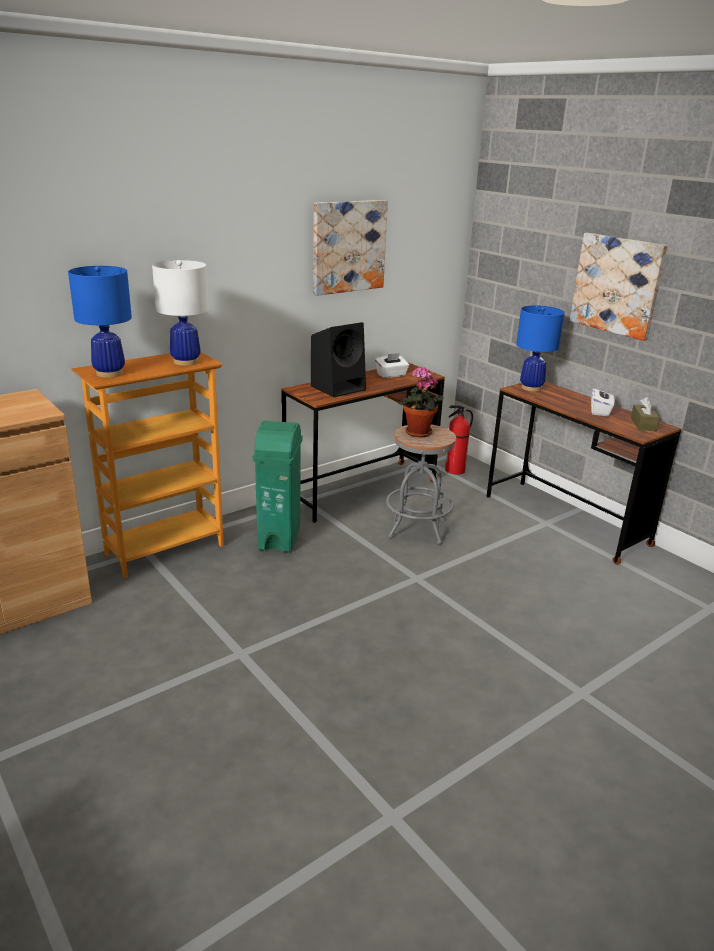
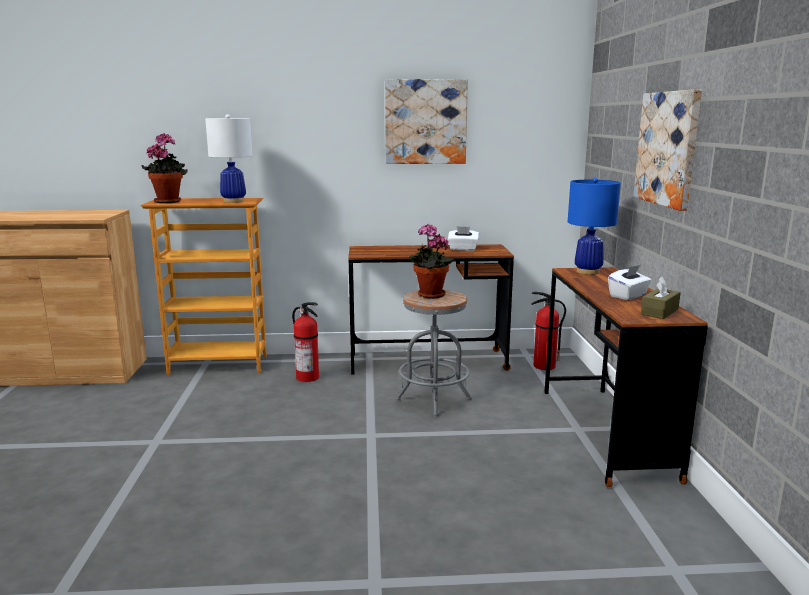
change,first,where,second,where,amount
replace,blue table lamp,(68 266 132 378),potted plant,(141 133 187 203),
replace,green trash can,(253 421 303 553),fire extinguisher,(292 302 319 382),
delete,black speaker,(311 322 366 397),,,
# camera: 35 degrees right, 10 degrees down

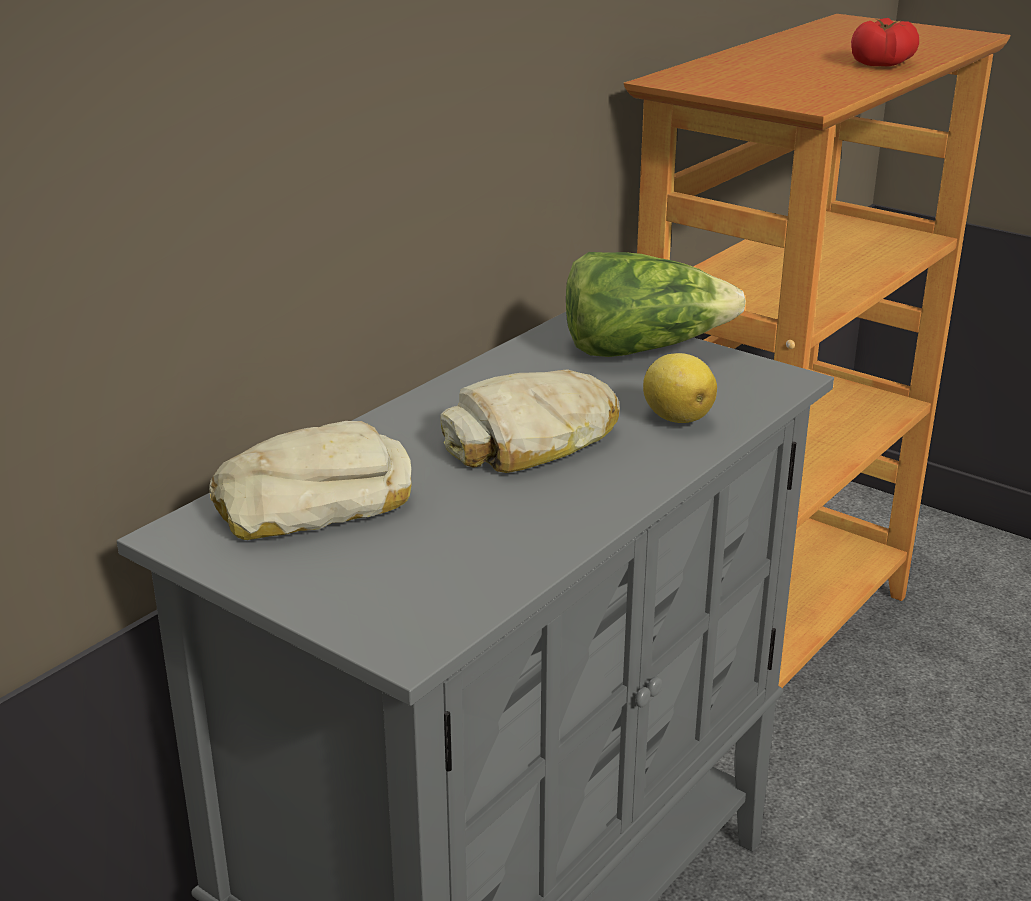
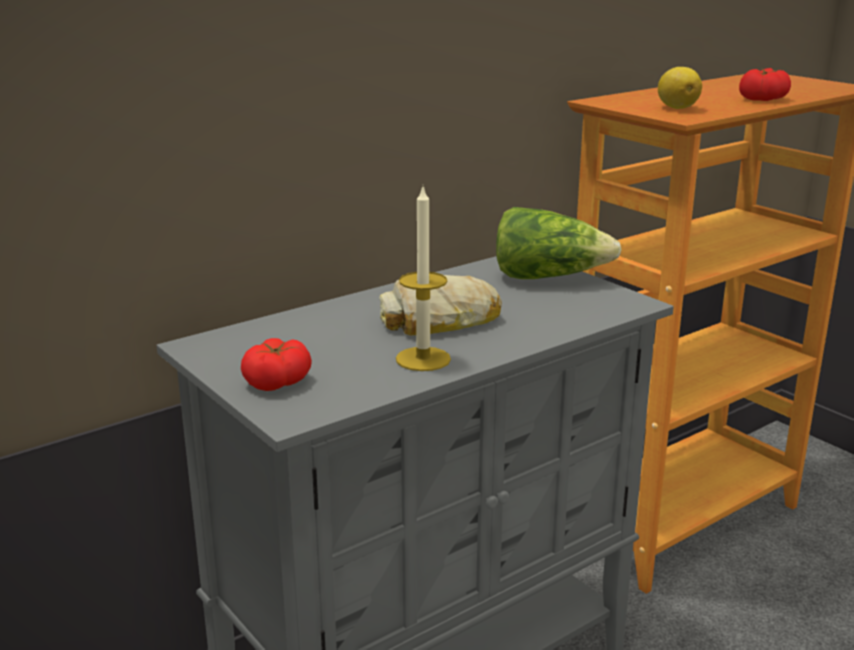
change,first,where,second,where,amount
delete,bread,(209 421 412 540),,,
move,lemon,(643 353 717 423),,(658 67 702 109),
insert,,,tomato,(241 338 312 391),
insert,,,candle,(396 187 451 371),
# camera: 15 degrees right, 5 degrees down

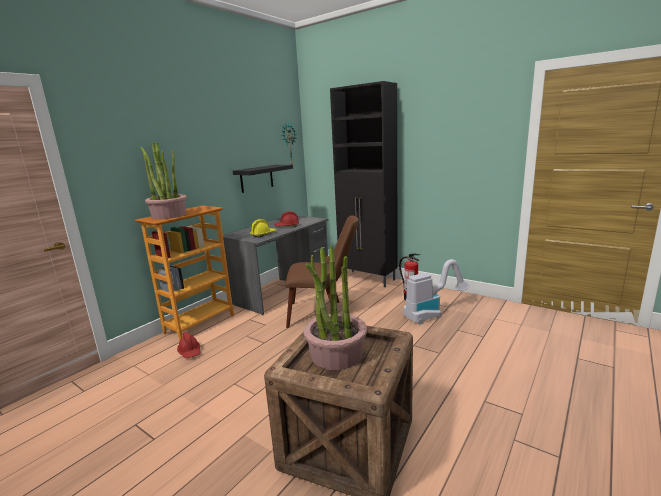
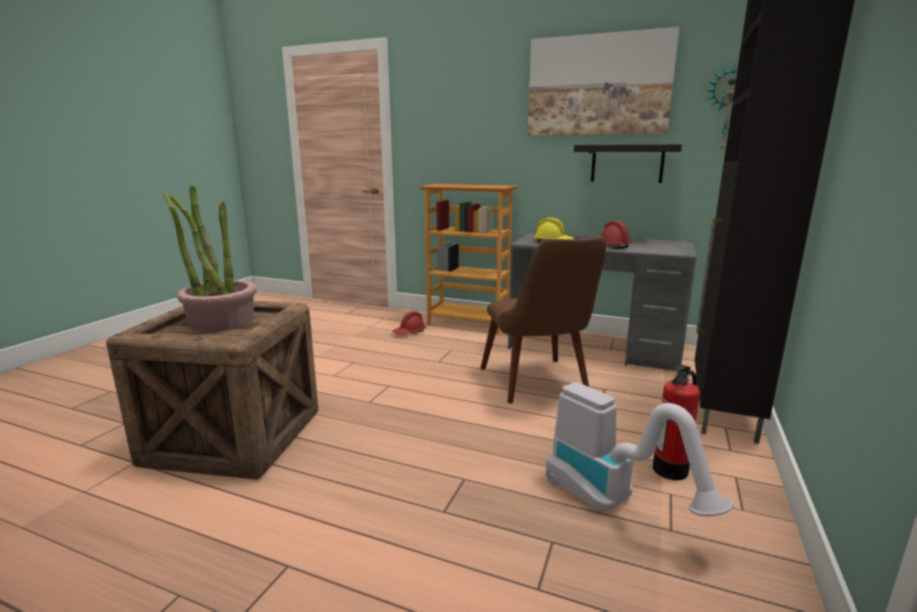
change,first,where,second,where,amount
delete,potted plant,(141 142 187 219),,,
insert,,,picture,(528 27 680 136),
# camera: 75 degrees right, 0 degrees up

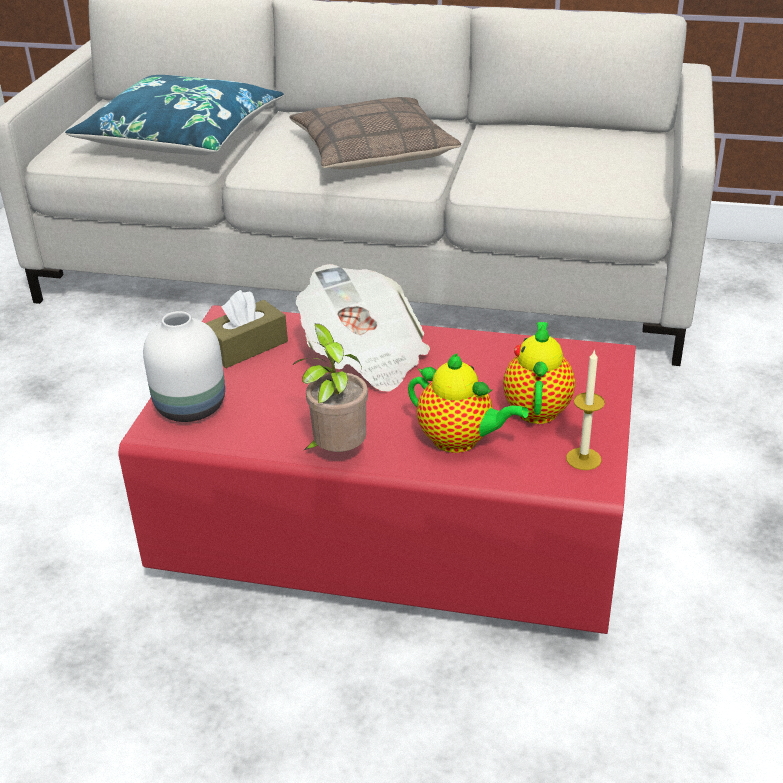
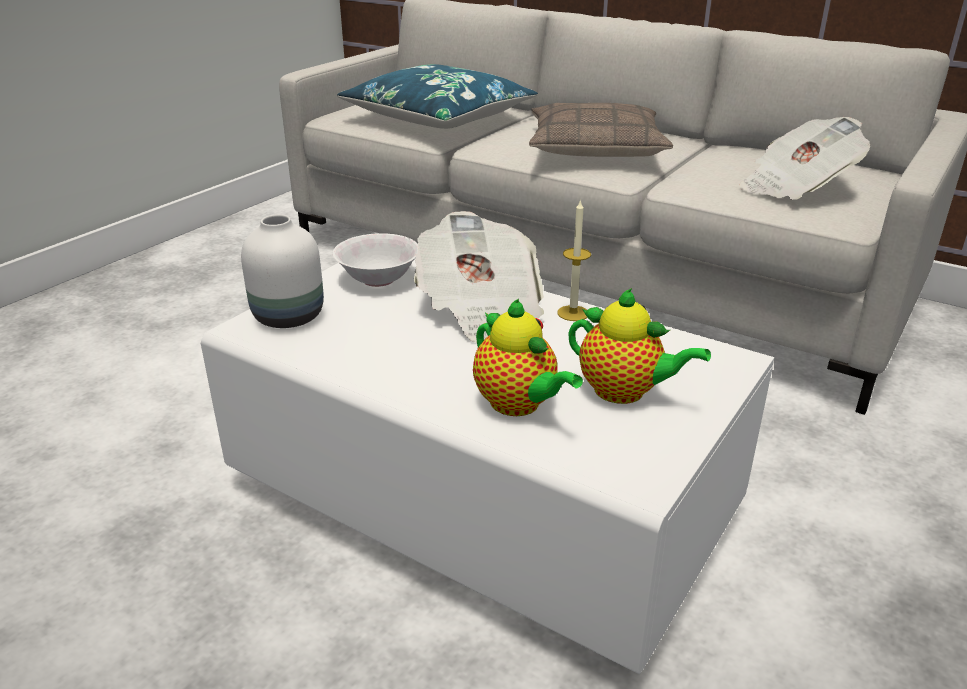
change,first,where,second,where,amount
recolor,red coffee table,(118 305 636 634),white coffee table,(201 258 774 674),
replace,brown tissue box,(205 290 288 368),white bowl,(332 233 419 287),
delete,potted plant,(293 323 368 452),,,
rotate,teapot,(503 322 575 424),,(568 288 711 404),90 degrees clockwise
move,candle,(566 349 605 470),,(557 199 591 321),
insert,,,newspaper,(740 117 870 200),
# camera: 20 degrees right, 5 degrees down

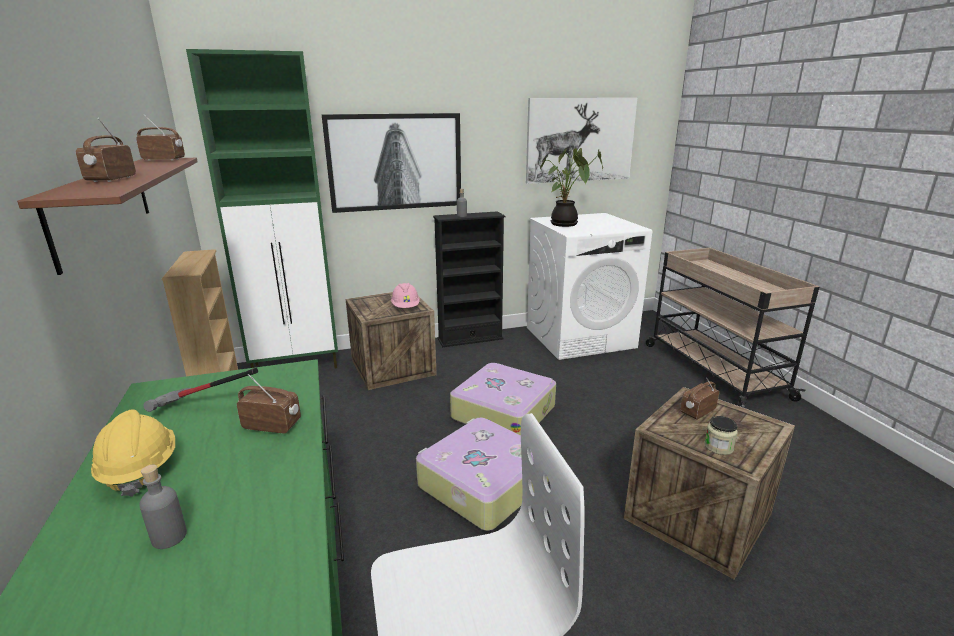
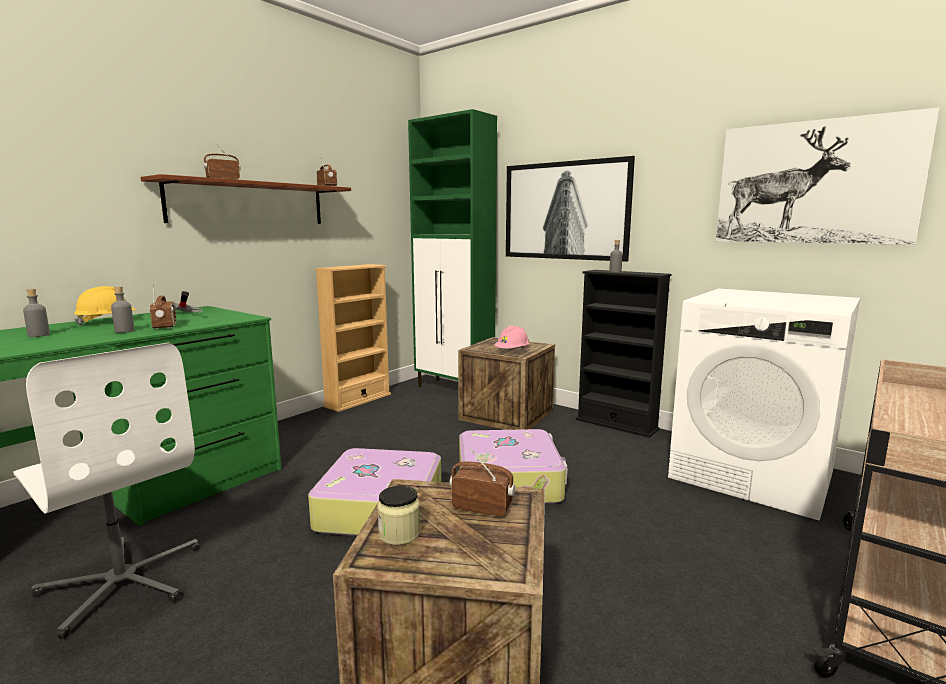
change,first,where,second,where,amount
delete,potted plant,(540 148 603 227),,,
insert,,,grey bottle,(111 286 135 333),
# camera: 55 degrees right, 10 degrees down

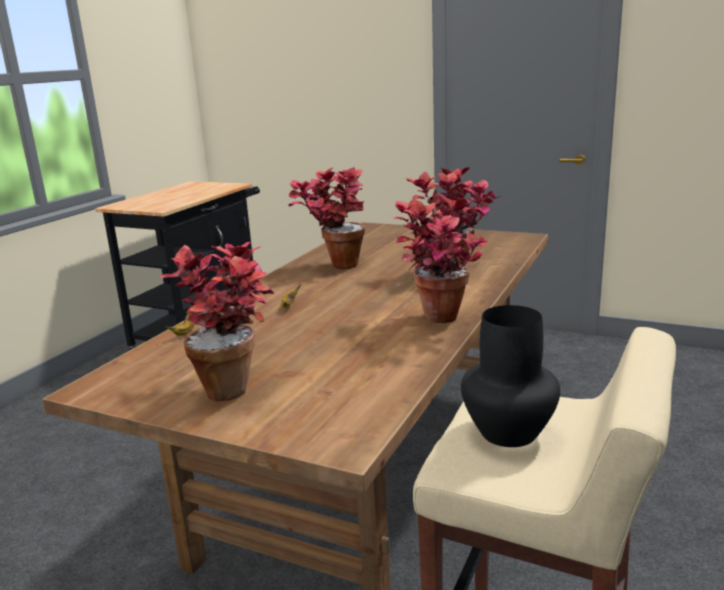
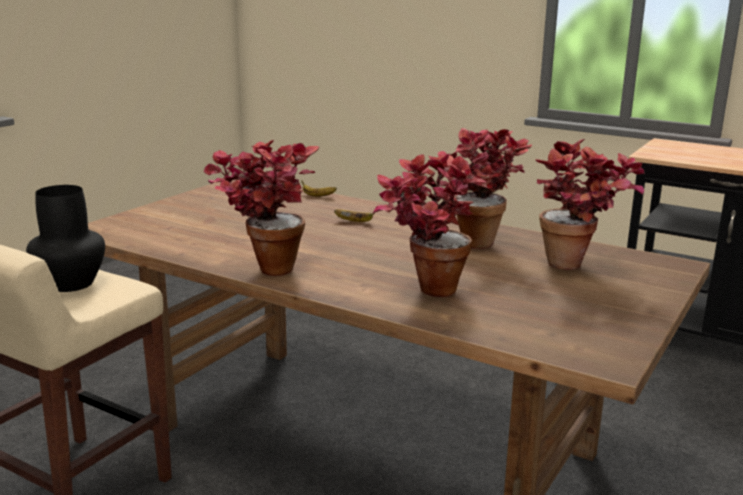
change,first,where,second,where,amount
move,potted plant,(159 242 274 401),,(535 139 645 269),
# camera: 95 degrees right, 0 degrees up

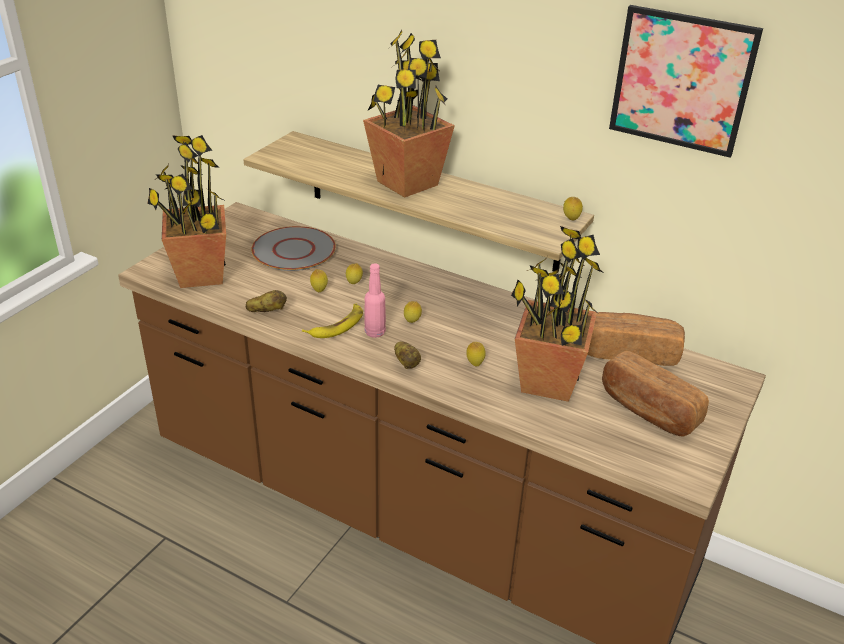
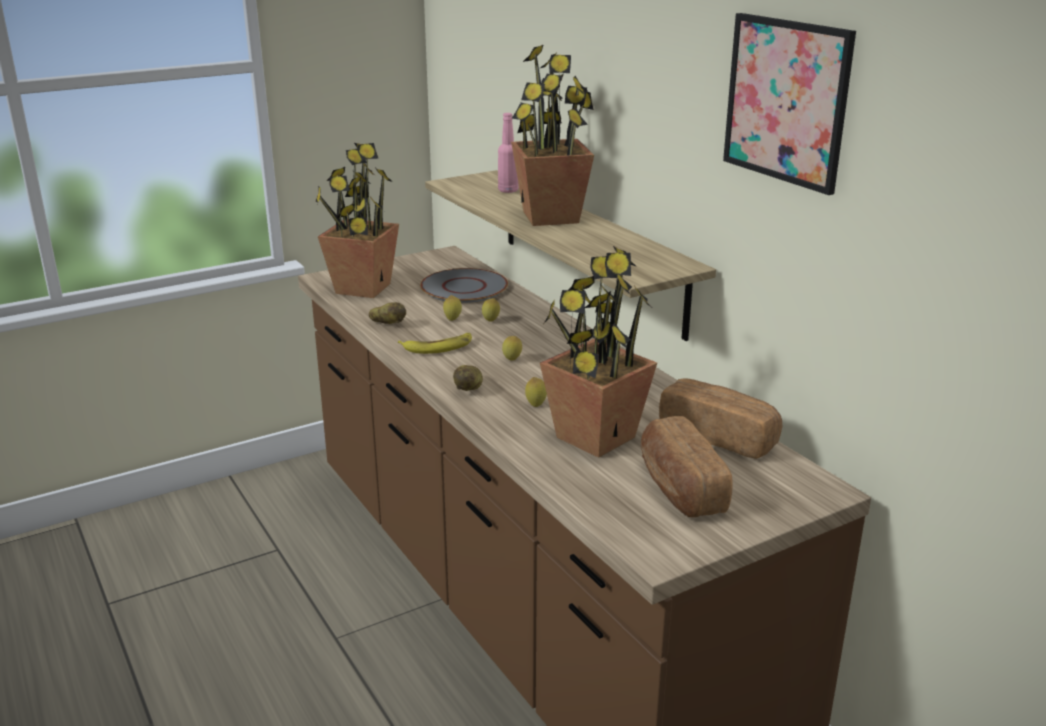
change,first,where,second,where,amount
move,pink bottle,(364 264 386 338),,(498 113 519 193),
delete,lemon,(563 197 583 221),,,
# camera: 30 degrees right, 10 degrees down

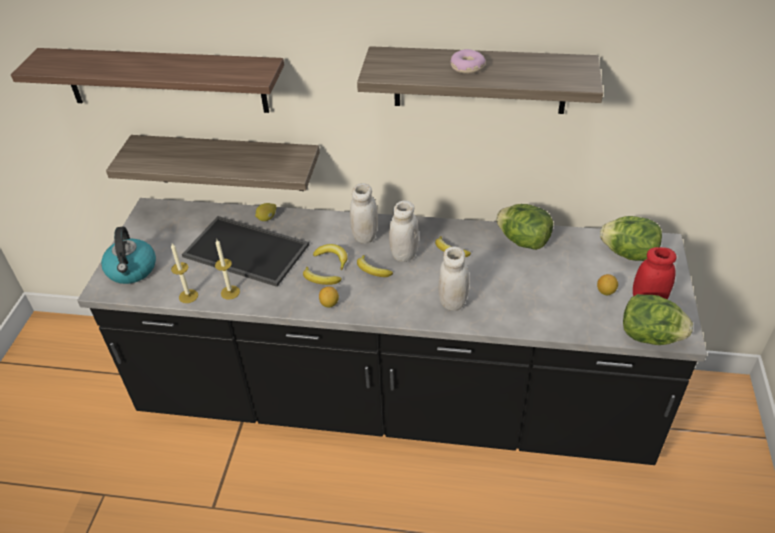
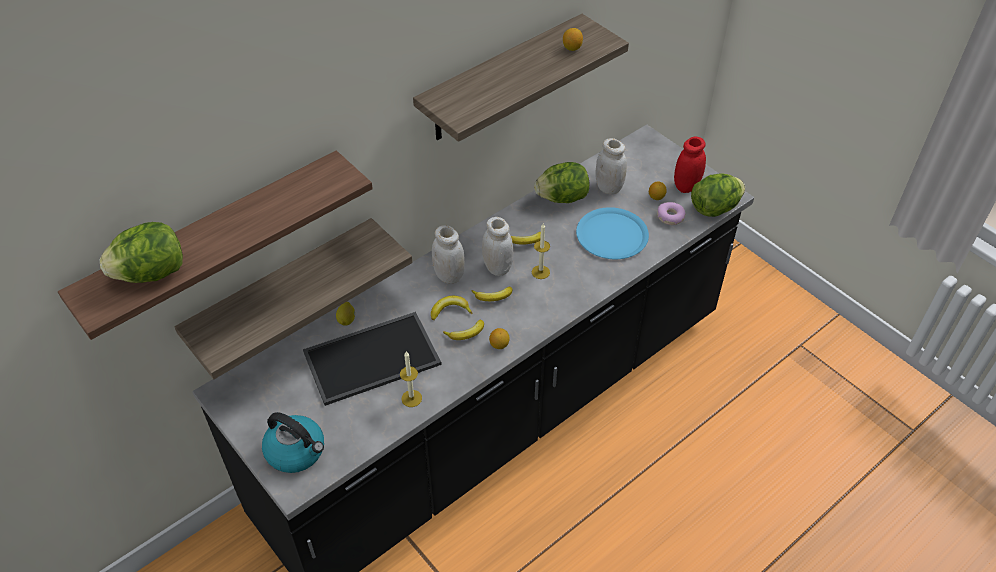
change,first,where,second,where,amount
move,candle,(171 243 198 303),,(532 223 550 279),
move,white jar,(438 246 469 311),,(595 138 627 194),
move,donut,(451 49 486 74),,(657 202 686 225),
move,lettuce,(600 216 662 261),,(99 222 183 283),
insert,,,lemon,(563 28 583 51),
insert,,,blue plate,(576 207 649 259),
# camera: 50 degrees left, 5 degrees up

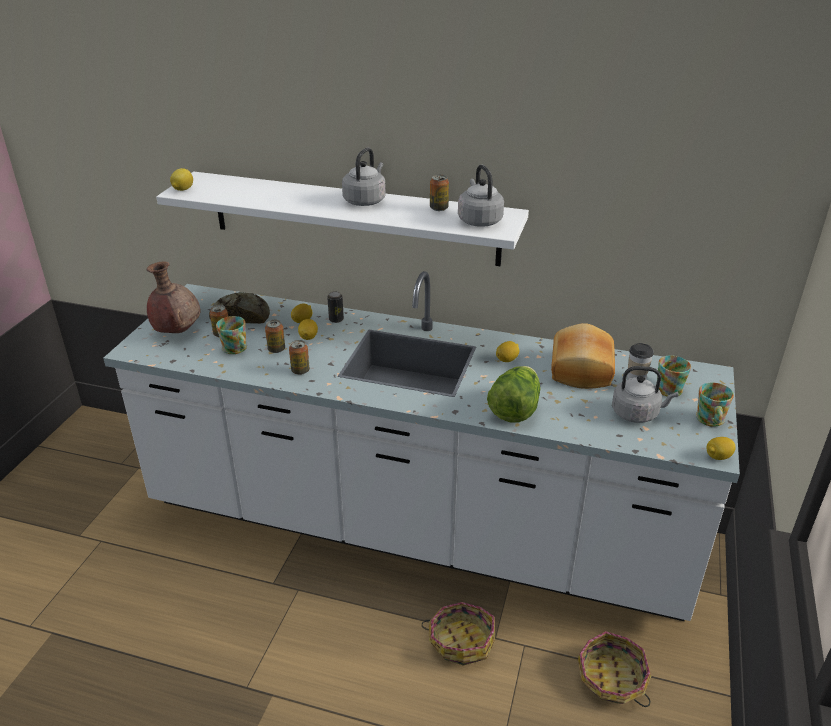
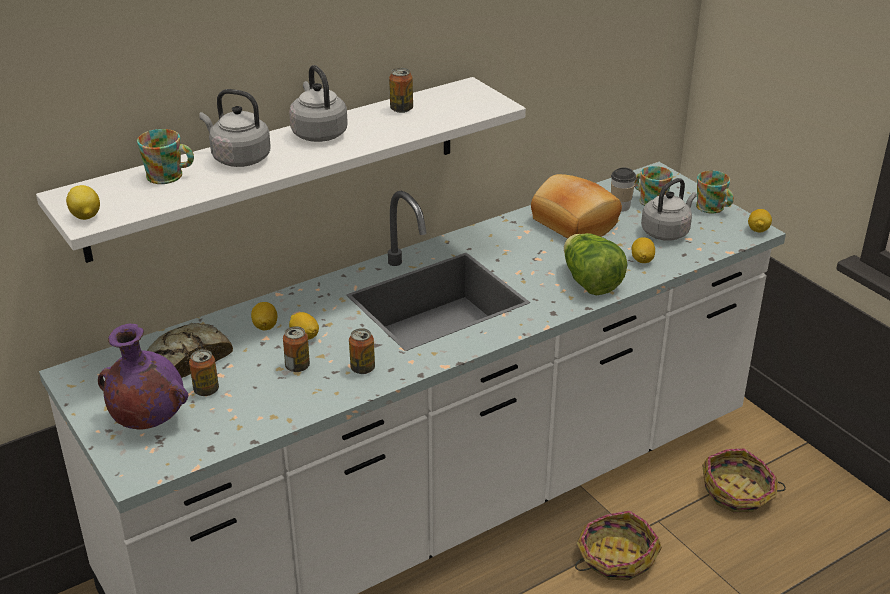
change,first,where,second,where,amount
recolor,brown vase,(147 261 200 333),purple vase,(98 324 188 430),
move,mug,(216 316 247 354),,(137 129 194 184),
delete,can,(327 291 344 323),,,
move,grey kettle,(458 165 504 227),,(199 89 271 167),
move,lemon,(496 341 519 362),,(632 237 655 263),
# camera: 50 degrees left, 0 degrees up

